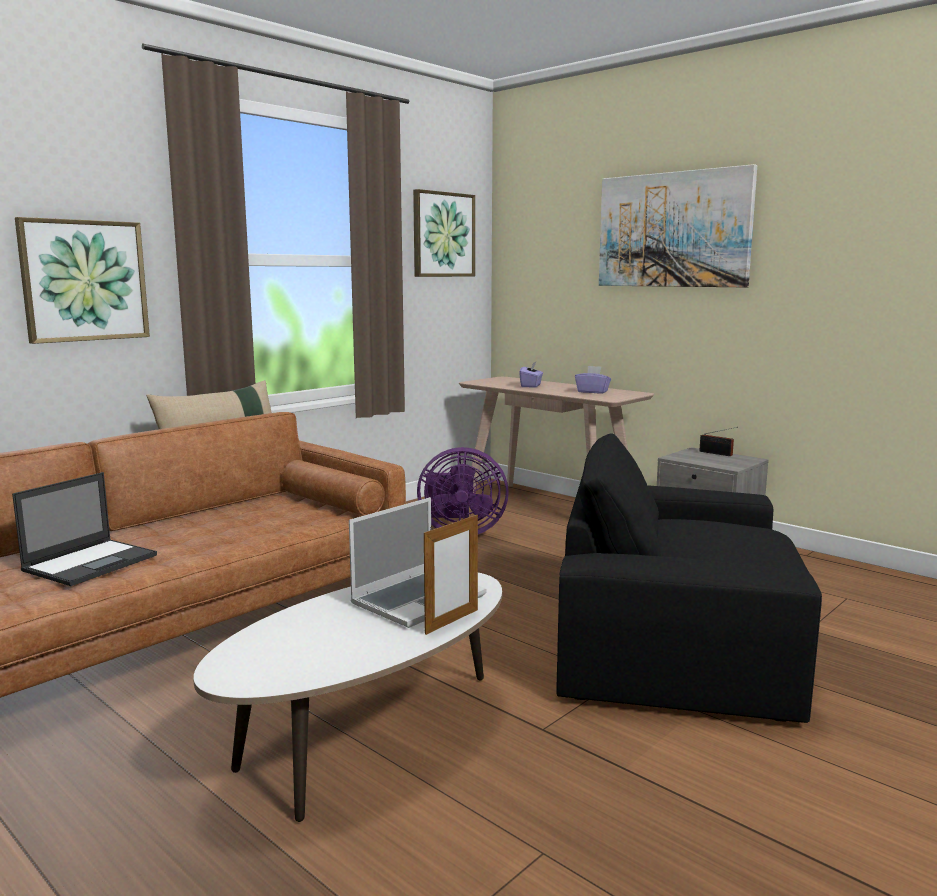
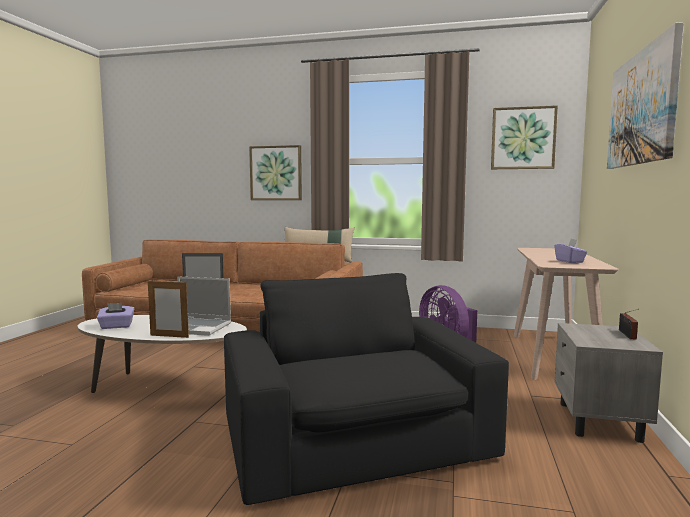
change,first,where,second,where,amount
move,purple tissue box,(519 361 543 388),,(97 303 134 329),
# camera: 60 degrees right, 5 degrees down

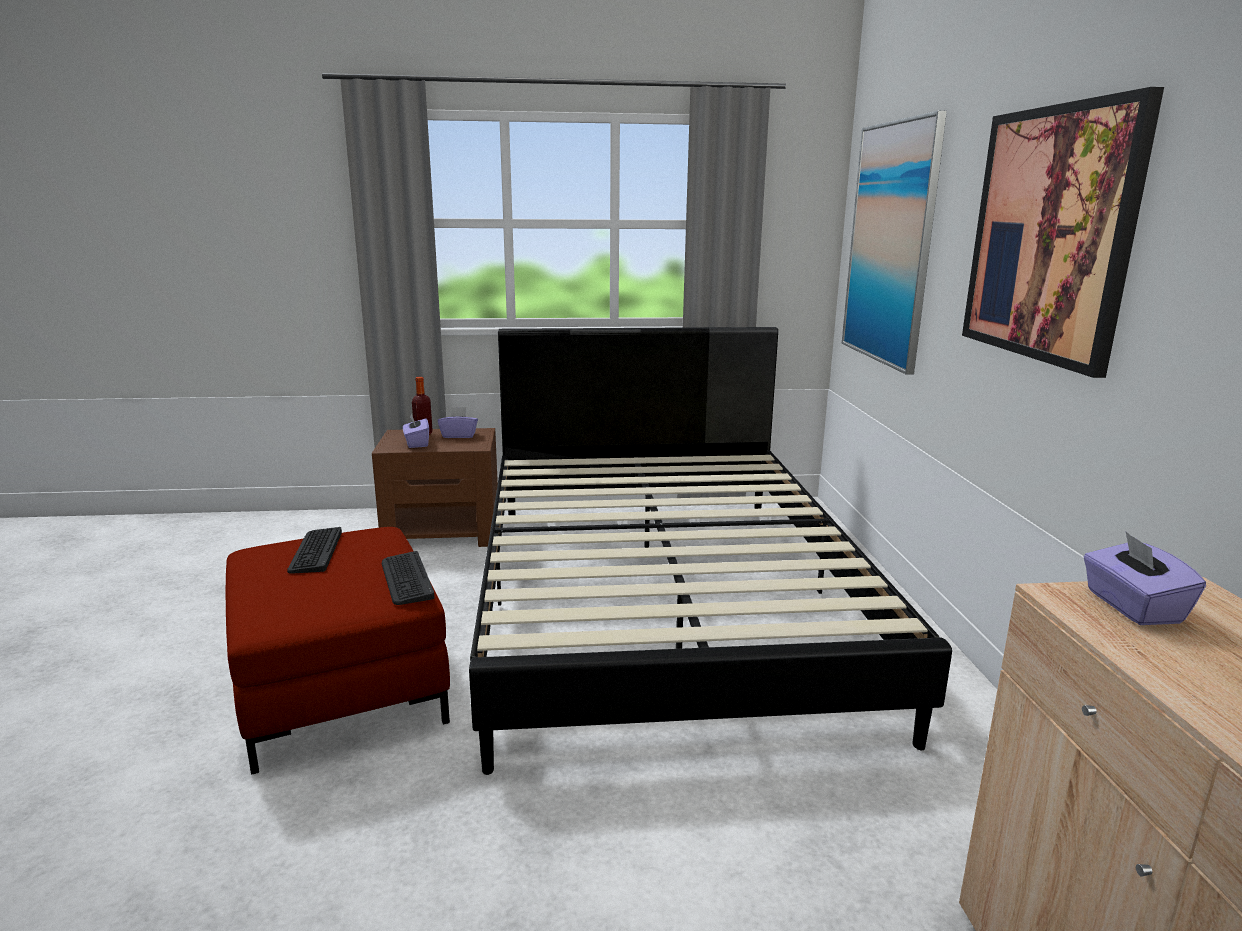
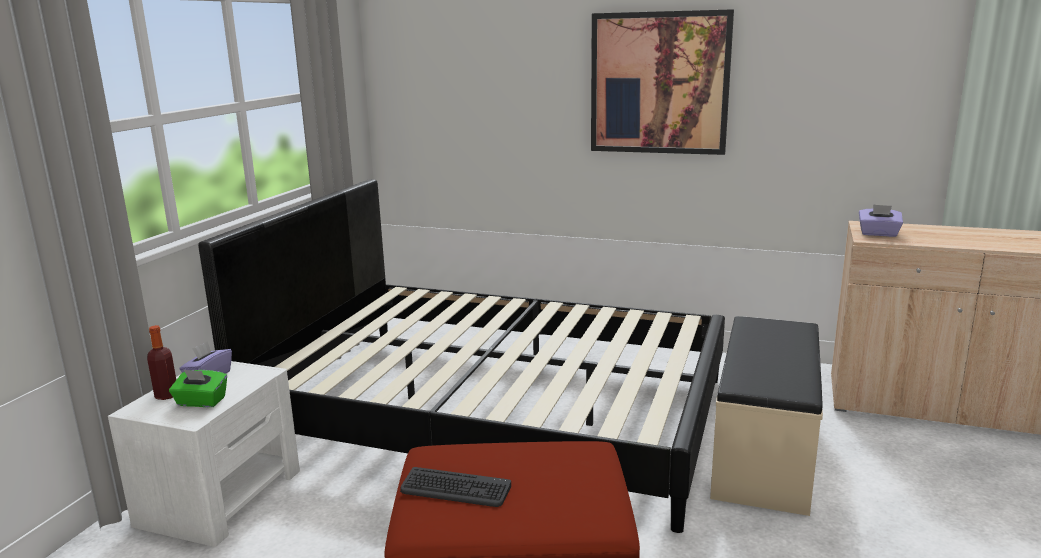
change,first,where,second,where,amount
recolor,brown nightstand,(372 428 498 547),white nightstand,(108 361 300 547),
delete,keyboard,(382 551 435 605),,,
recolor,purple tissue box,(403 414 429 448),green tissue box,(169 369 227 407),
delete,picture,(842 110 947 375),,,
insert,,,beige bench,(710 316 823 516),
# camera: 65 degrees left, 0 degrees up

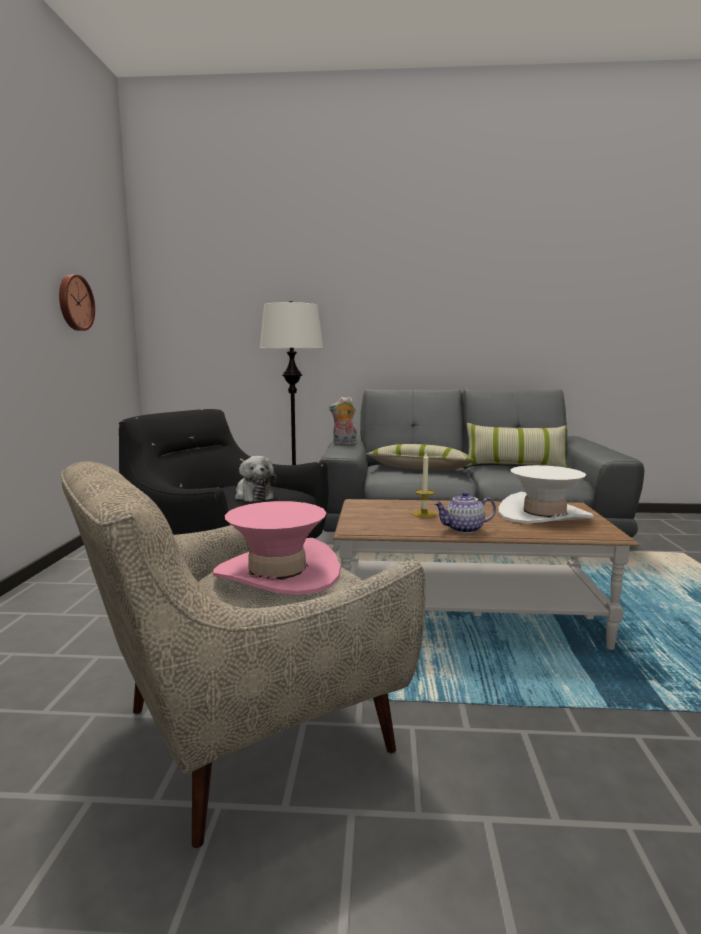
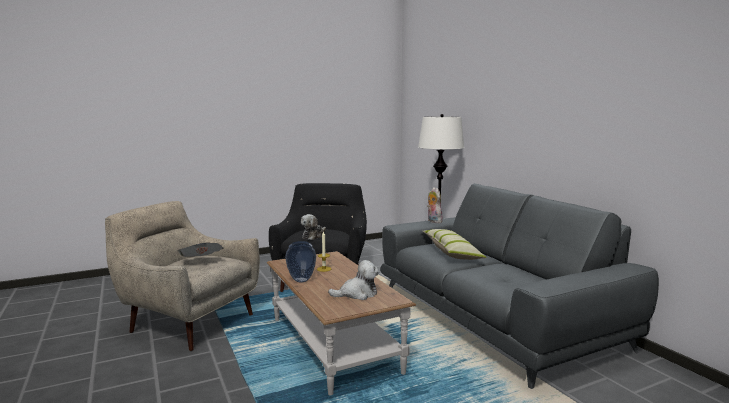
change,first,where,second,where,amount
delete,wall clock,(59 274 95 331),,,
replace,pink hat,(213 501 341 595),newspaper,(177 243 223 257),
replace,teapot,(433 492 496 533),vase,(285 241 316 282),
delete,pillow,(466 423 568 468),,,
replace,white hat,(498 465 594 523),plush toy,(328 260 379 300),
# camera: 60 degrees right, 0 degrees up

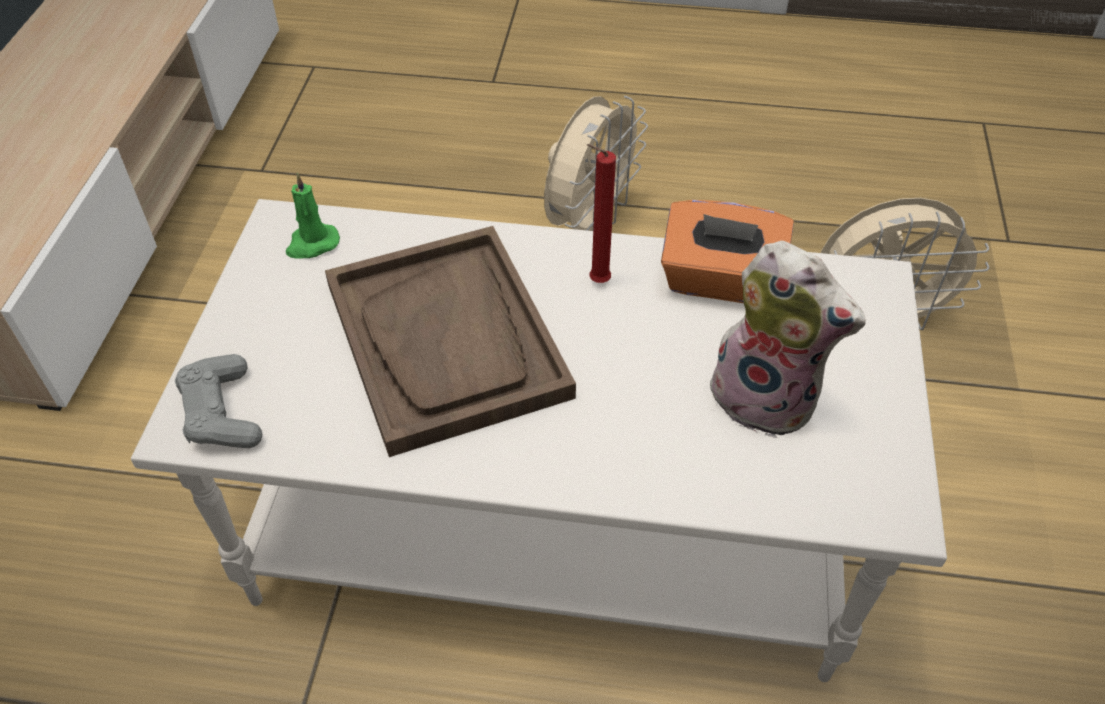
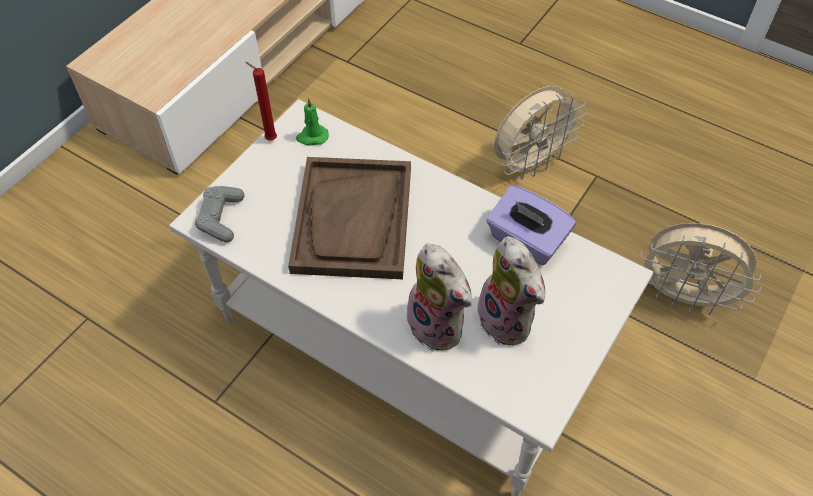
change,first,where,second,where,amount
move,red candle,(587 144 616 283),,(245 62 277 140),
recolor,orange tissue box,(661 200 794 303),purple tissue box,(486 185 576 265),
insert,,,plush toy,(407 243 472 351),
# camera: 25 degrees right, 5 degrees up

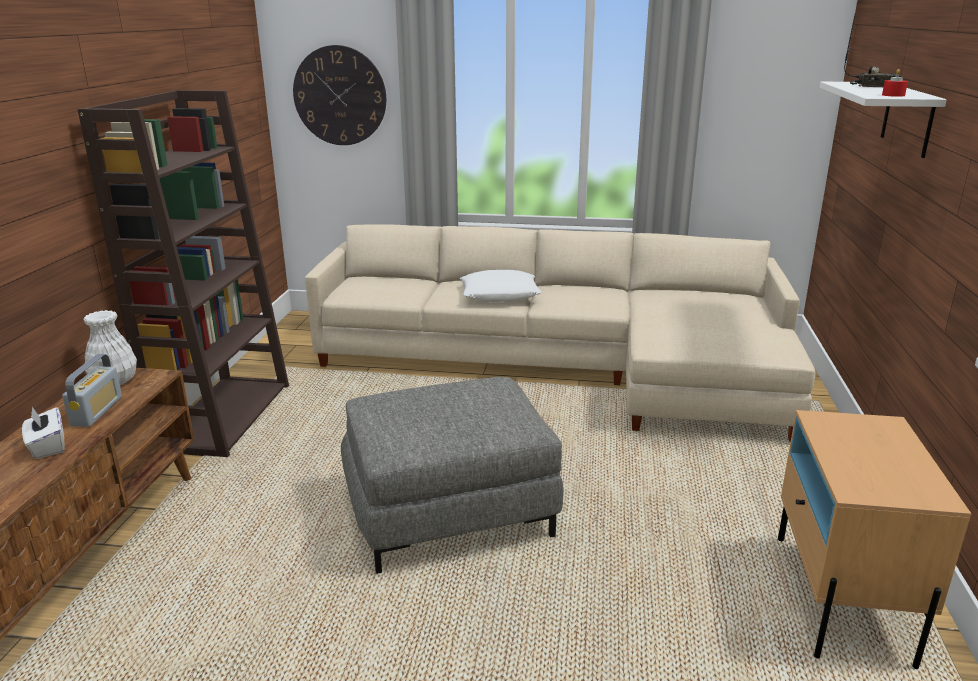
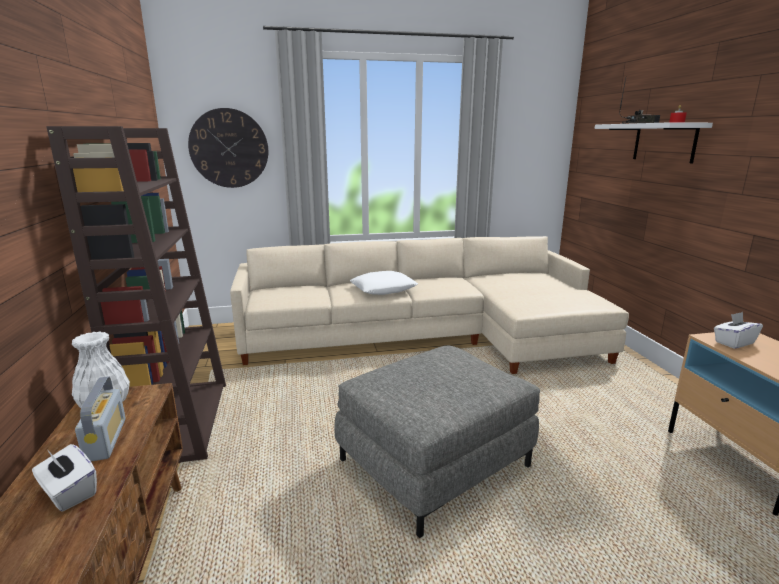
change,first,where,second,where,amount
insert,,,white tissue box,(714 312 763 349),
# camera: 20 degrees left, 5 degrees down

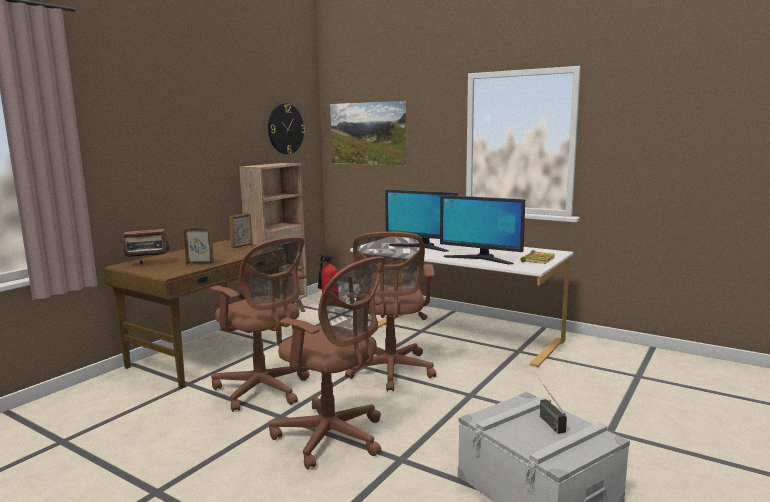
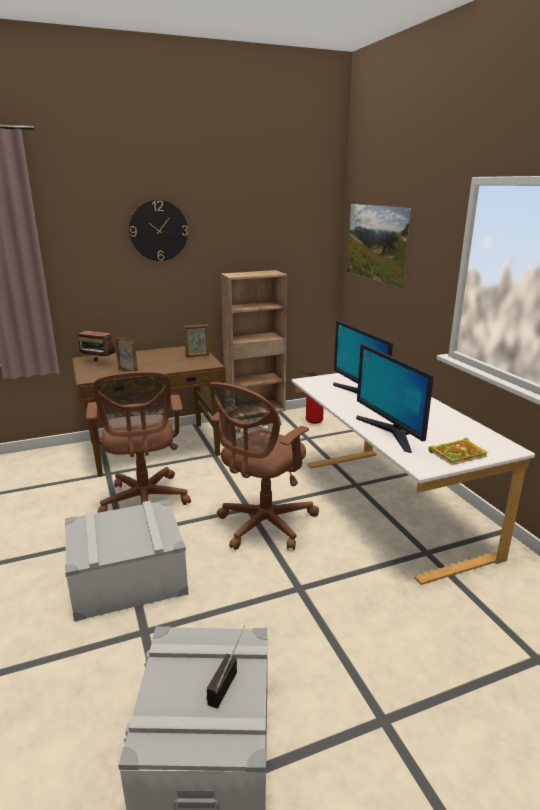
change,first,where,second,where,amount
move,wall clock,(268 103 305 154),,(129 200 188 261),
replace,brown office chair,(269 256 386 469),grey storage box,(65 499 189 622),
# camera: 35 degrees right, 10 degrees up

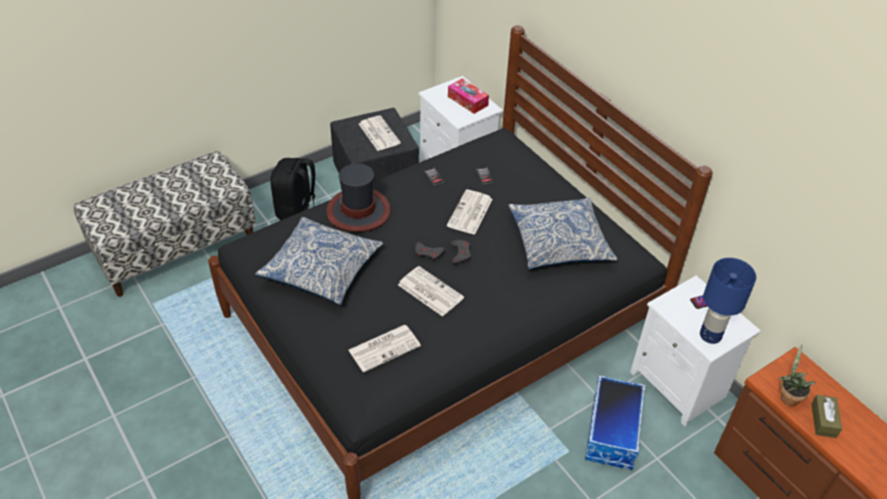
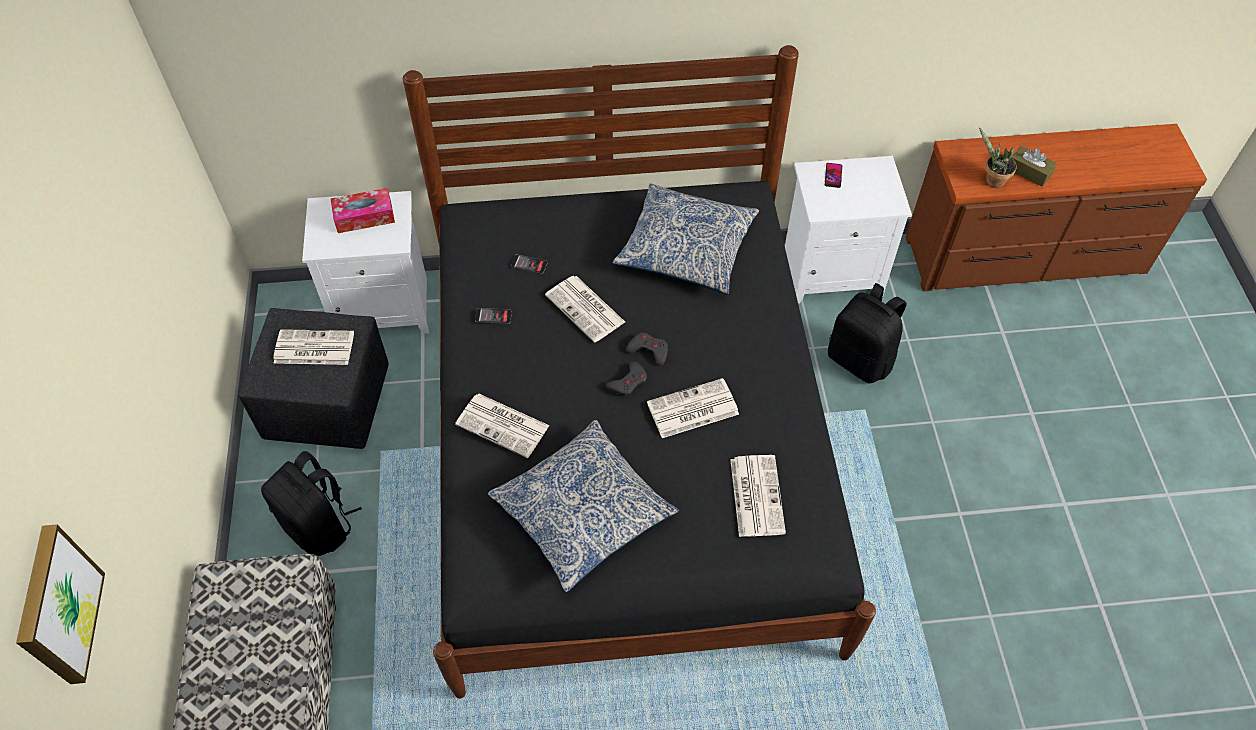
change,first,where,second,where,amount
replace,hat,(326 163 391 232),newspaper,(455 394 550 458),
replace,storage box,(585 375 646 470),black backpack,(828 283 906 383),
delete,blue table lamp,(700 258 756 344),,,
insert,,,picture,(16 524 105 684),
# camera: 60 degrees left, 10 degrees up

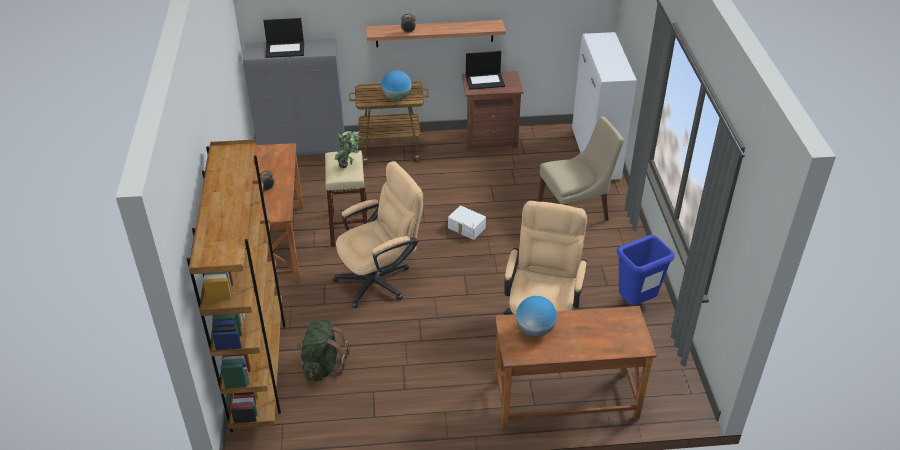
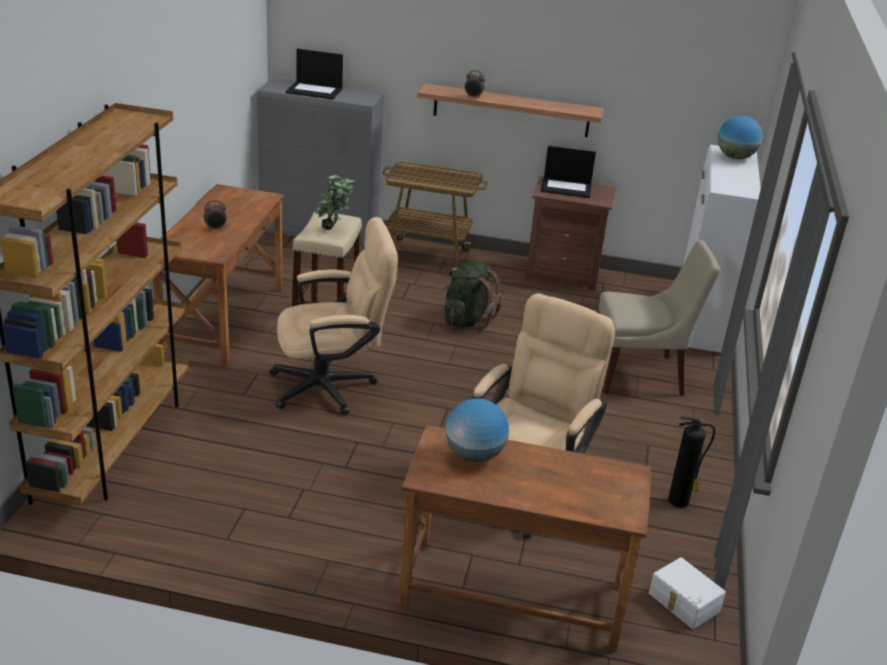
change,first,where,second,where,amount
move,green backpack,(297 319 350 381),,(444 261 502 330),
move,globe,(382 70 412 101),,(718 116 762 159),
move,white storage box,(448 205 486 240),,(649 557 726 629),
replace,blue trash can,(617 235 675 305),fire extinguisher,(668 416 715 508),
# camera: 15 degrees right, 10 degrees down

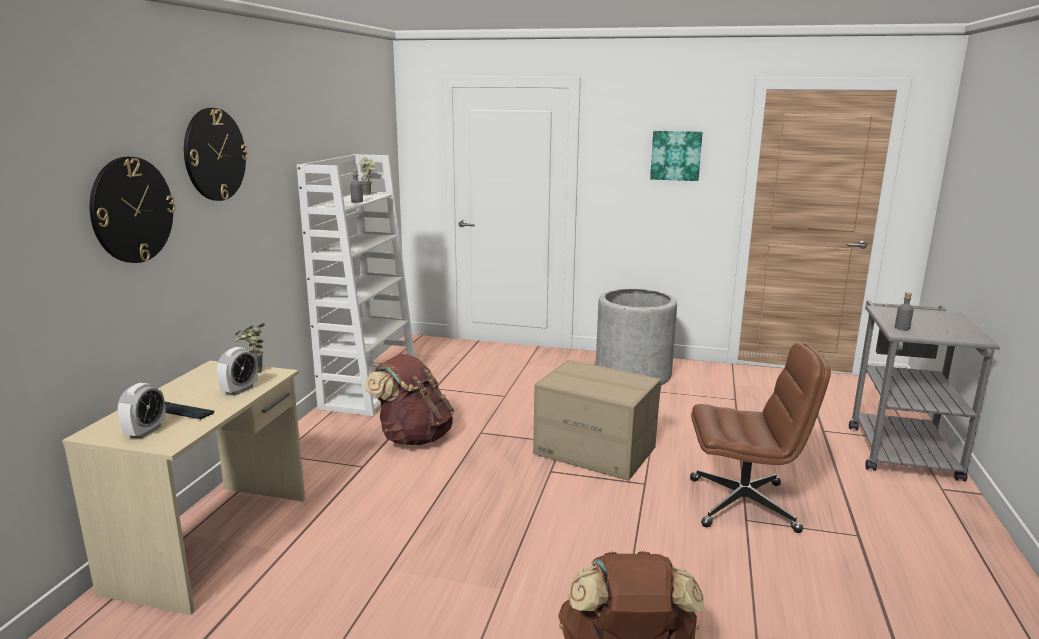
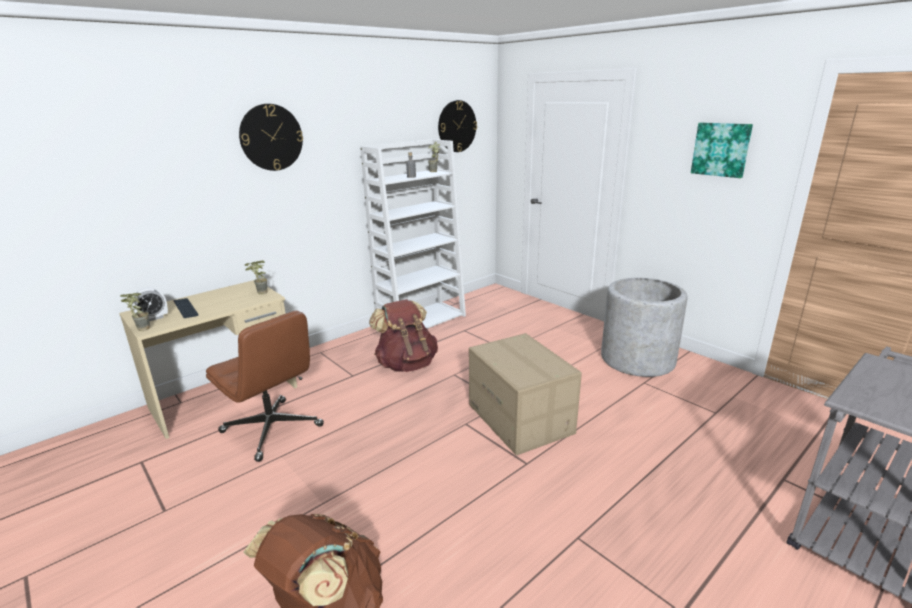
change,first,where,second,where,amount
move,wall clock,(90 157 176 263),,(438 100 477 152),
delete,alarm clock,(217 347 258 395),,,
move,brown office chair,(690 343 831 533),,(206 310 324 462),
delete,grey bottle,(895 292 914 330),,,
insert,,,potted plant,(120 293 150 331),
# camera: 35 degrees right, 5 degrees up

